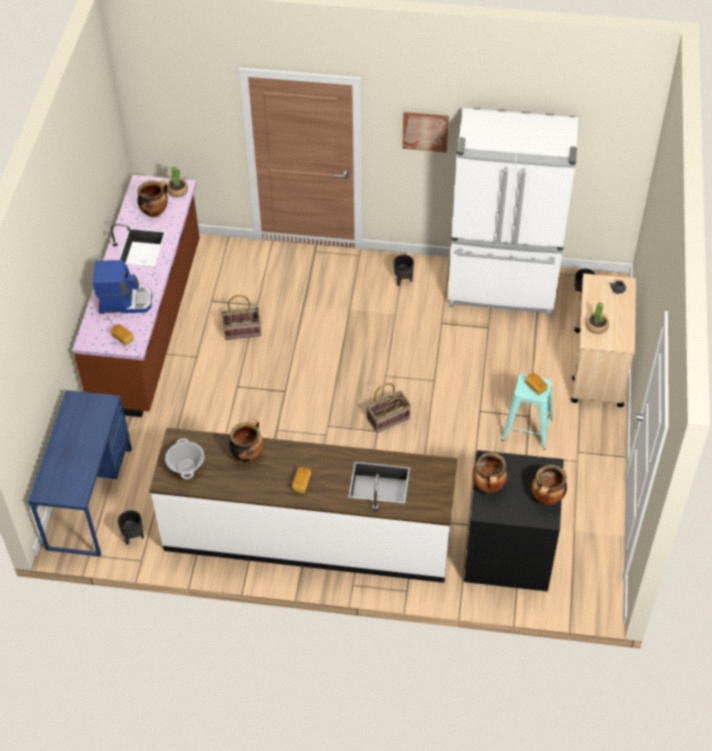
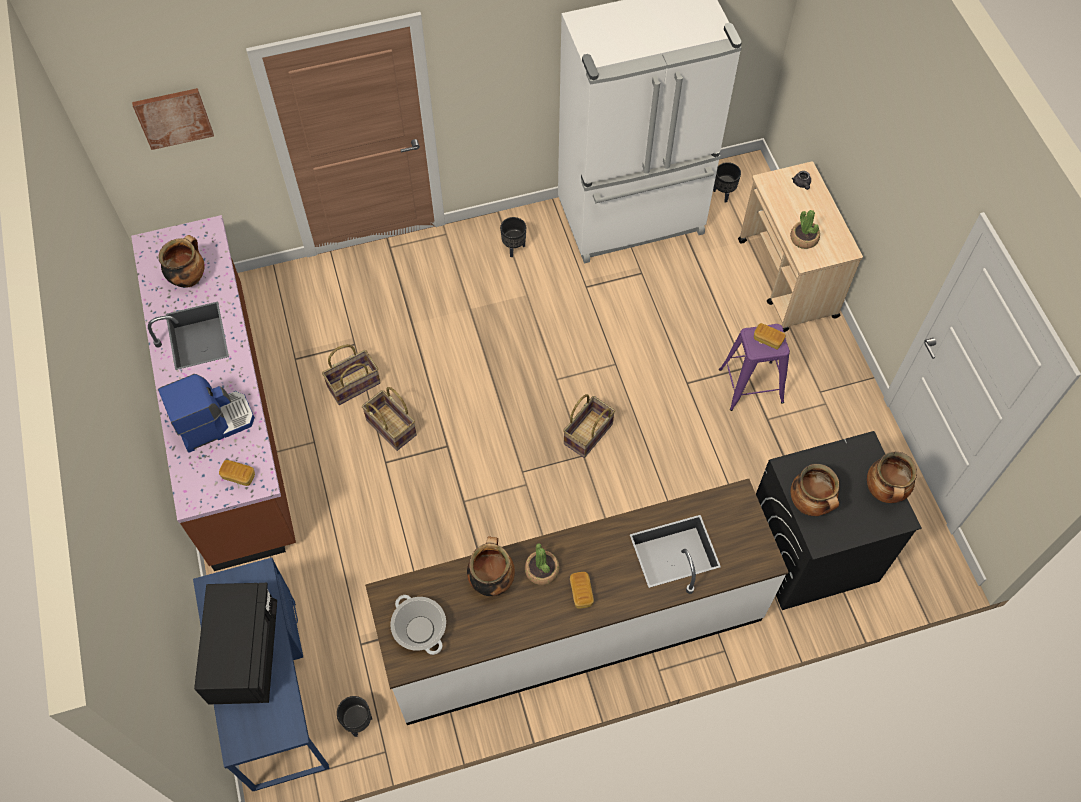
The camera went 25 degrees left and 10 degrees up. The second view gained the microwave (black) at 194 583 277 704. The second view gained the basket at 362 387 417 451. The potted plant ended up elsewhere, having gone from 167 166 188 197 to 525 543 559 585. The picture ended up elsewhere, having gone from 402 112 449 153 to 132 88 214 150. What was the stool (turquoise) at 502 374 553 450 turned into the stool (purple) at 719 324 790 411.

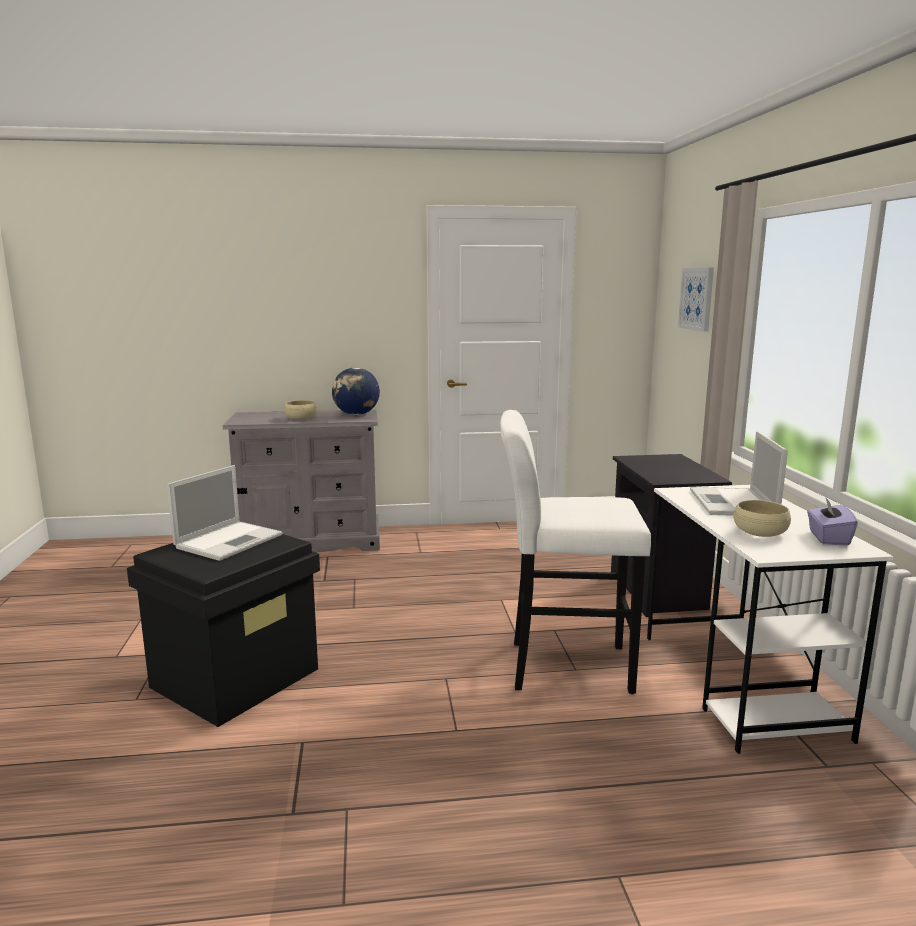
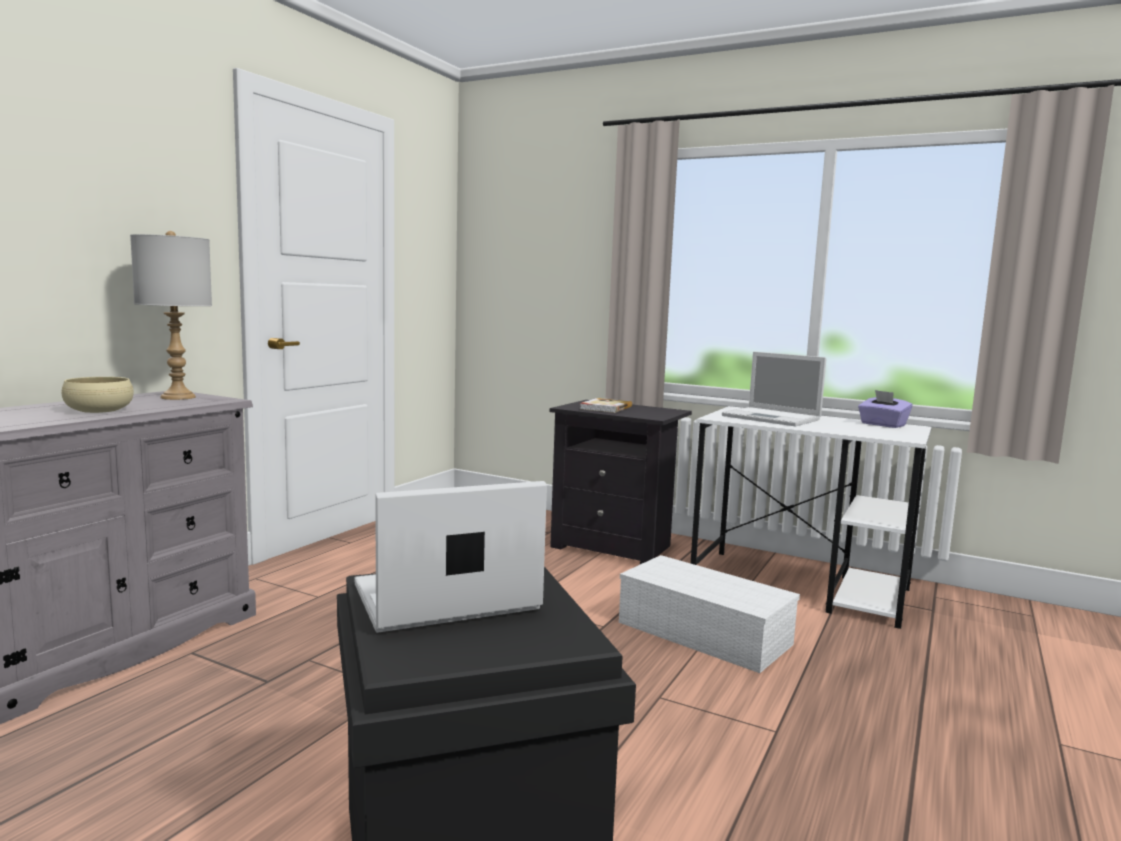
The camera went 55 degrees left and 5 degrees down. The second view lost the picture at 678 268 714 332. The second view lost the bowl (beige) at 733 500 791 537. The second view gained the book at 580 398 632 413. Where the globe stood at 332 368 380 415, the table lamp (grey) came to stand at 130 231 212 400. Where the stool (white) stood at 500 410 651 695, the storage box (white) came to stand at 619 555 800 673. The laptop at 167 465 282 561 ended up facing another way, 90 degrees counterclockwise from before.

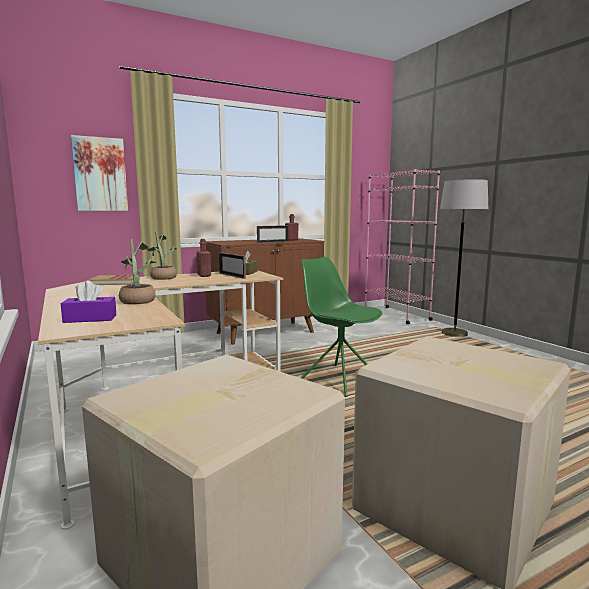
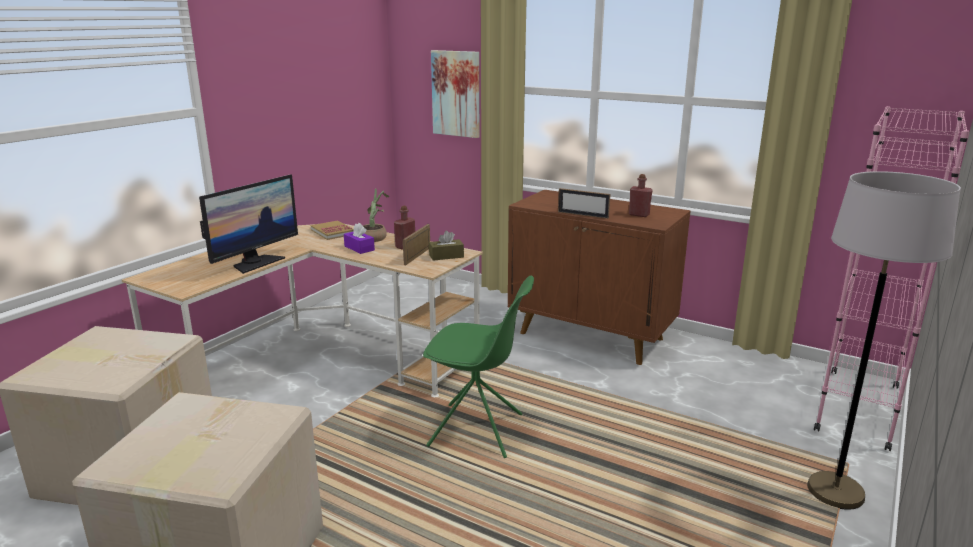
The camera went 60 degrees right and 10 degrees up. The tissue box (purple) ended up elsewhere, having gone from 61 280 116 323 to 344 223 375 254. Where the potted plant stood at 119 239 156 305, the monitor came to stand at 199 174 298 274. The chair (green) at 301 257 382 397 ended up facing another way, 90 degrees clockwise from before.

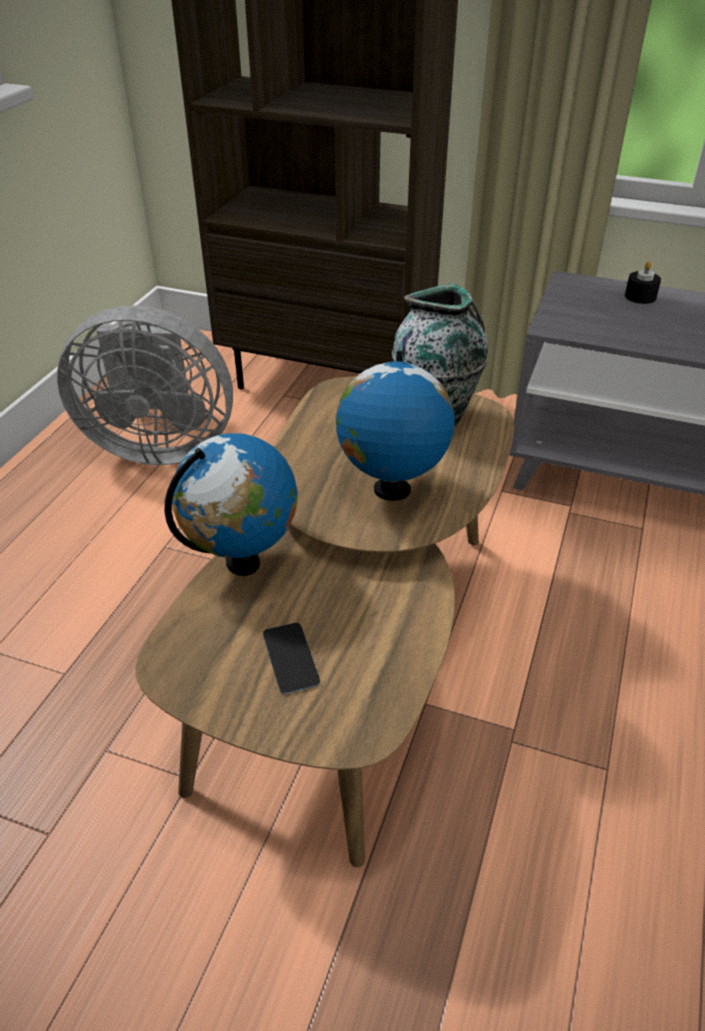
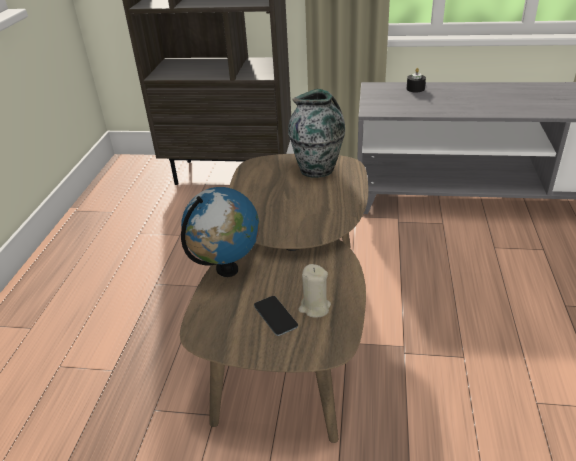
The camera went 10 degrees left and 5 degrees down. The second view lost the fan (grey) at 57 305 233 465. The second view lost the globe at 336 351 455 501. The second view gained the candle (beige) at 299 264 331 318.

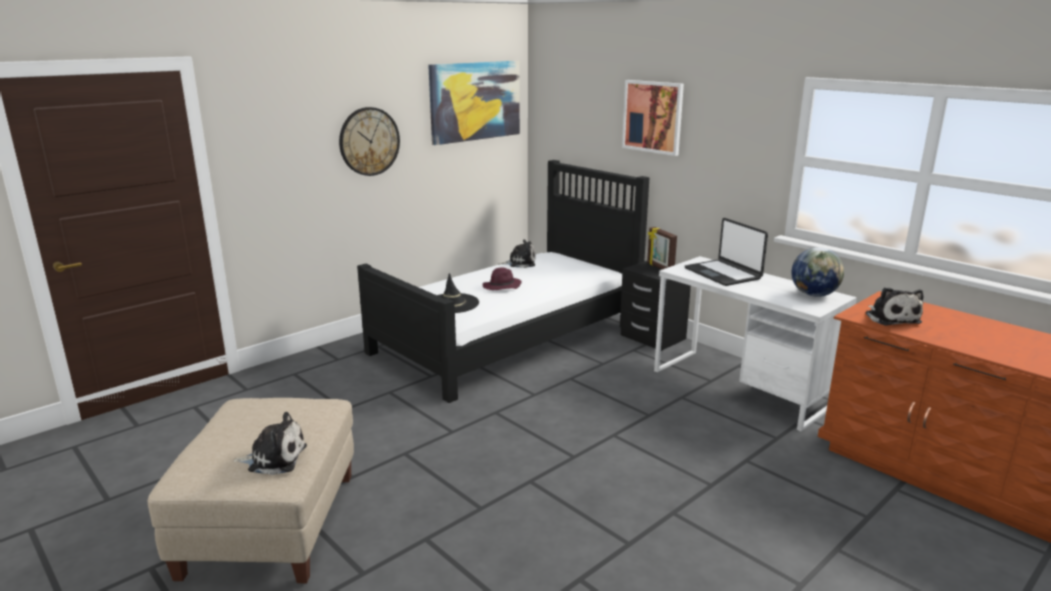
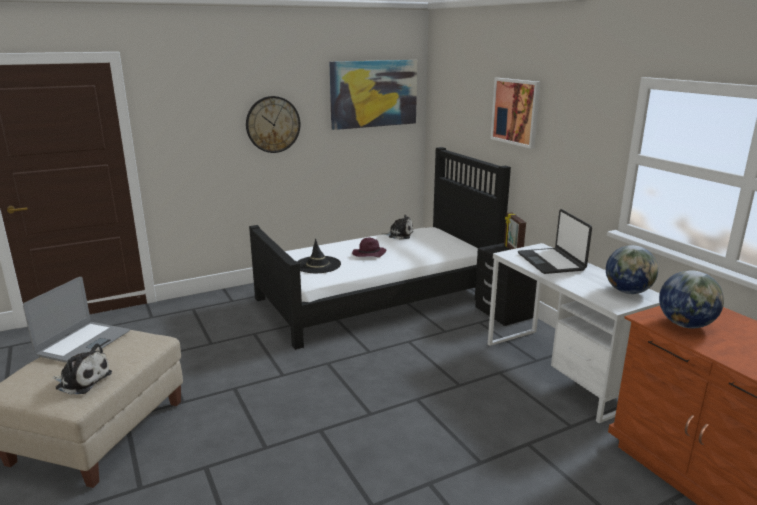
The camera went 15 degrees right and 0 degrees up. The second view gained the laptop at 23 277 130 363. Where the plush toy stood at 866 287 923 326, the globe came to stand at 659 270 724 328.

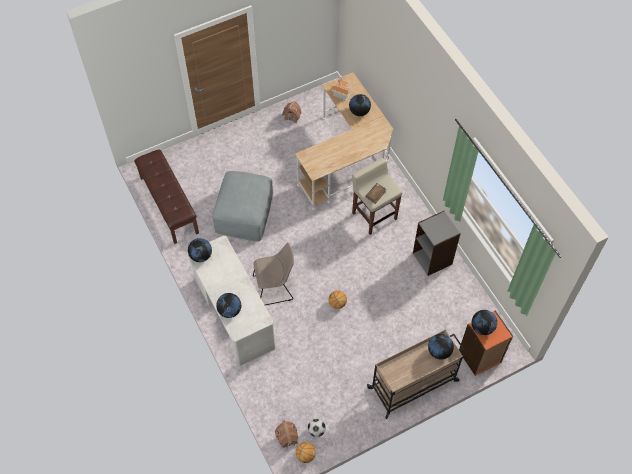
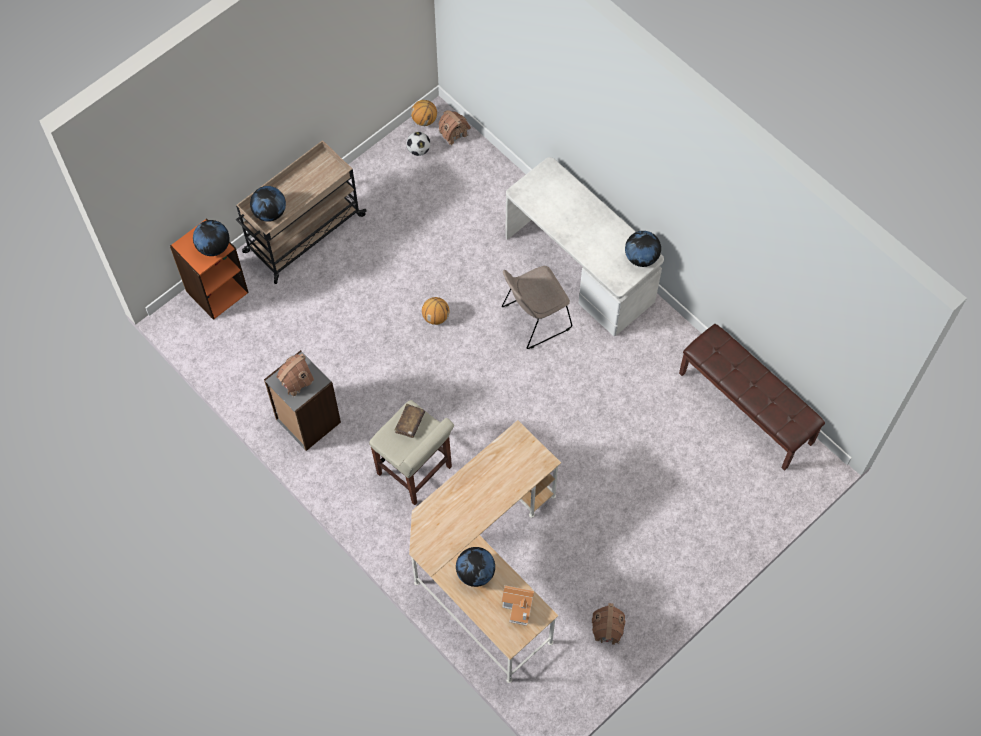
The camera went 165 degrees right and 5 degrees up. The second view lost the ottoman (grey) at 212 171 273 241. The second view lost the globe at 216 293 241 318. The second view gained the toy house at 276 354 314 397.

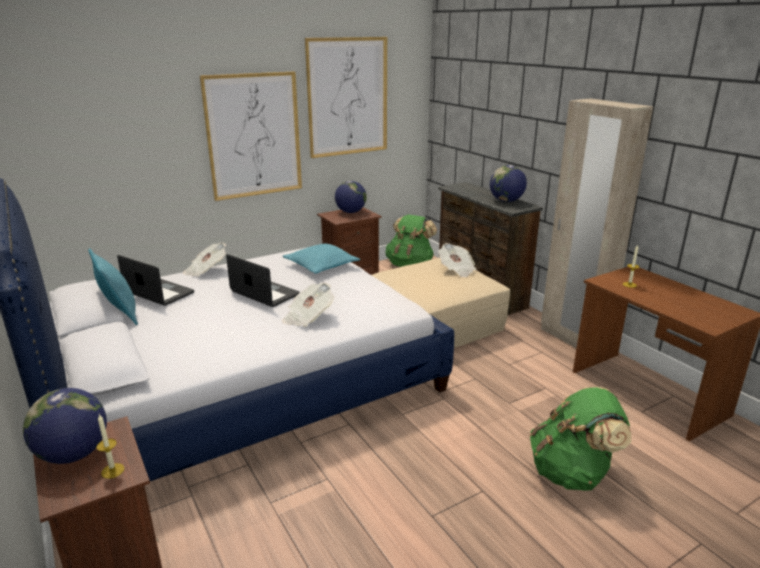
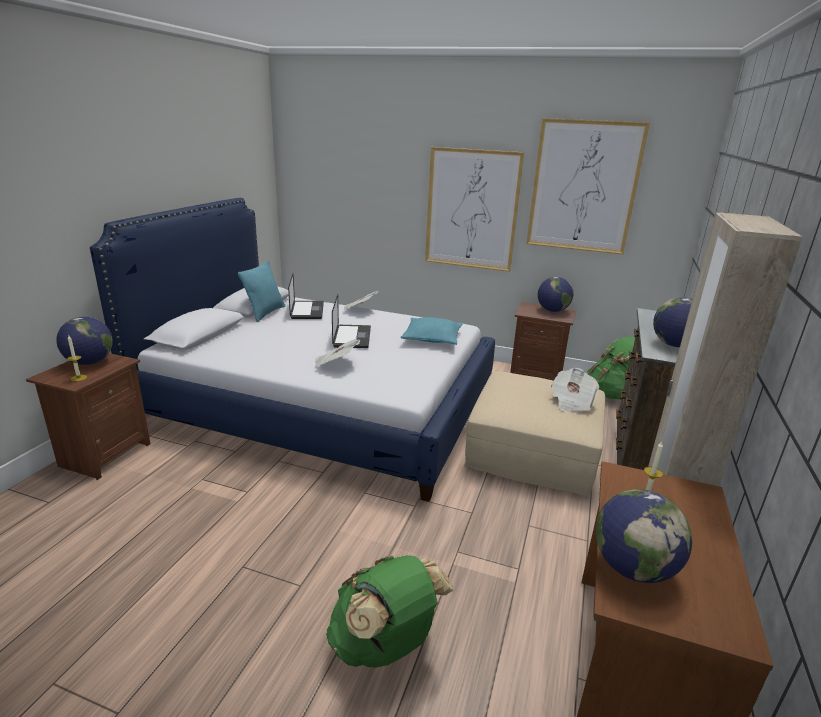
The camera went 50 degrees right and 0 degrees up. The second view gained the globe at 596 489 692 583.

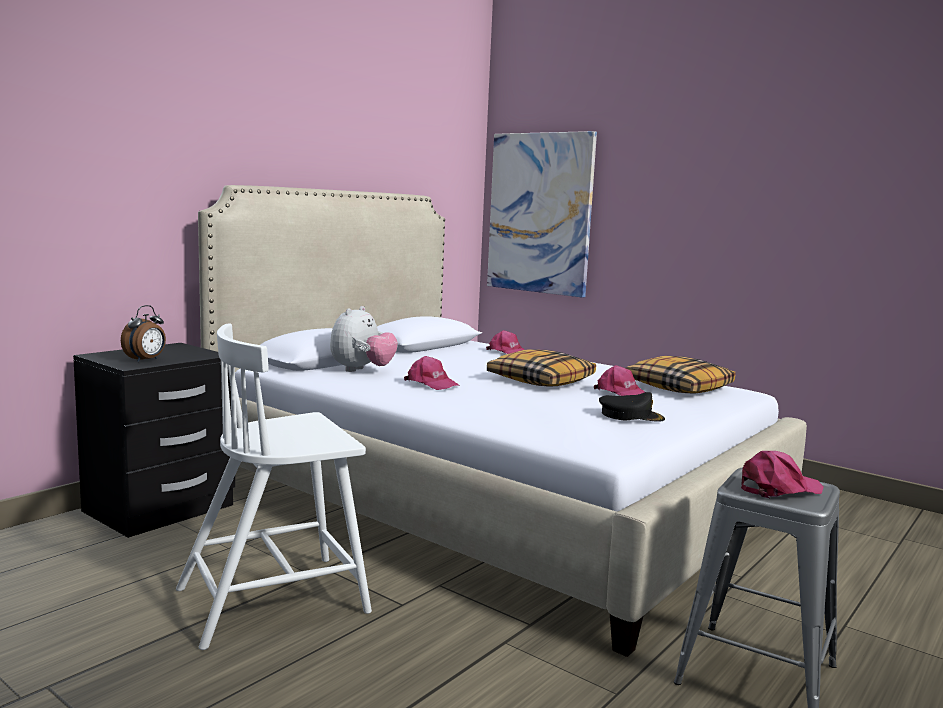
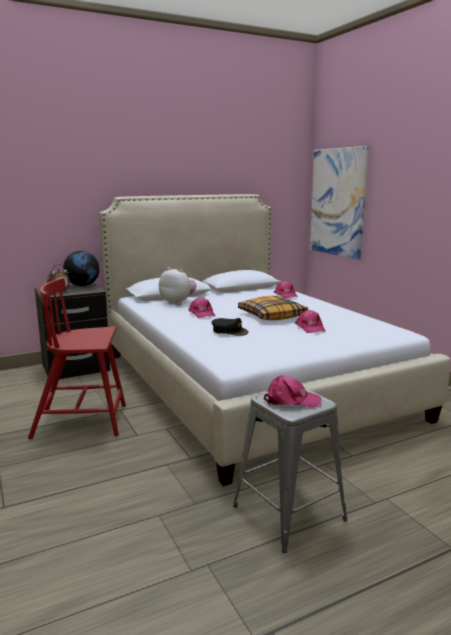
The camera went 25 degrees right and 5 degrees up. The second view lost the pillow at 626 356 735 393. The second view gained the globe at 63 251 100 286. The cap (black) ended up elsewhere, having gone from 599 392 665 422 to 212 318 249 336. What was the chair (white) at 176 324 372 650 turned into the chair (red) at 28 278 126 439. The plush toy at 330 306 398 372 ended up facing another way, 105 degrees counterclockwise from before.

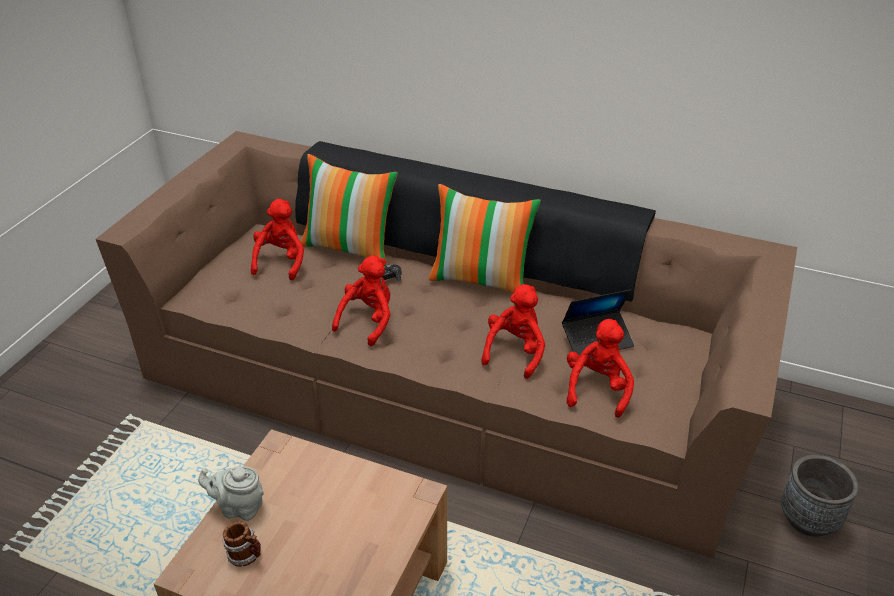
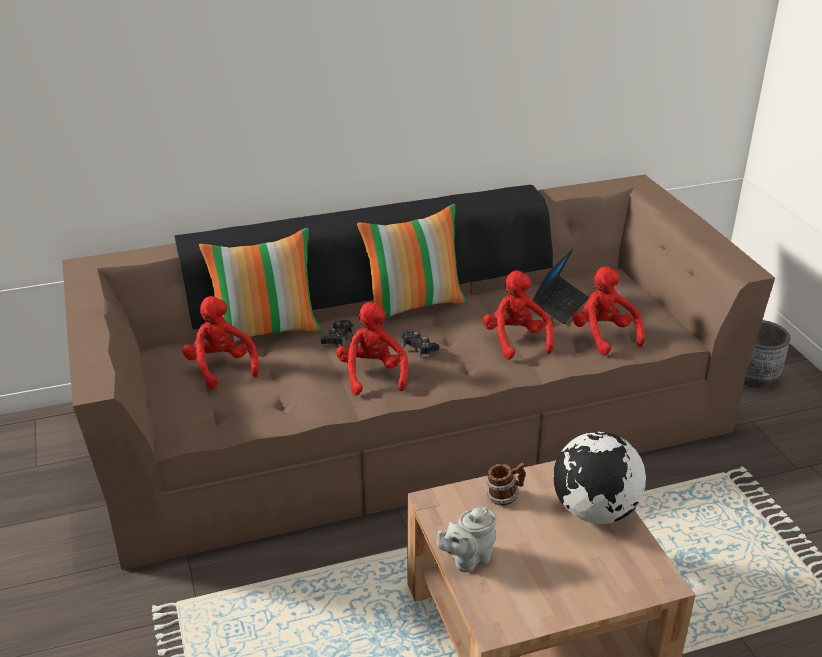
The camera went 40 degrees left and 5 degrees down. The second view gained the game controller (black) at 400 331 439 358. The second view gained the globe at 553 431 646 524. The mug ended up elsewhere, having gone from 223 521 261 567 to 486 463 526 505.

